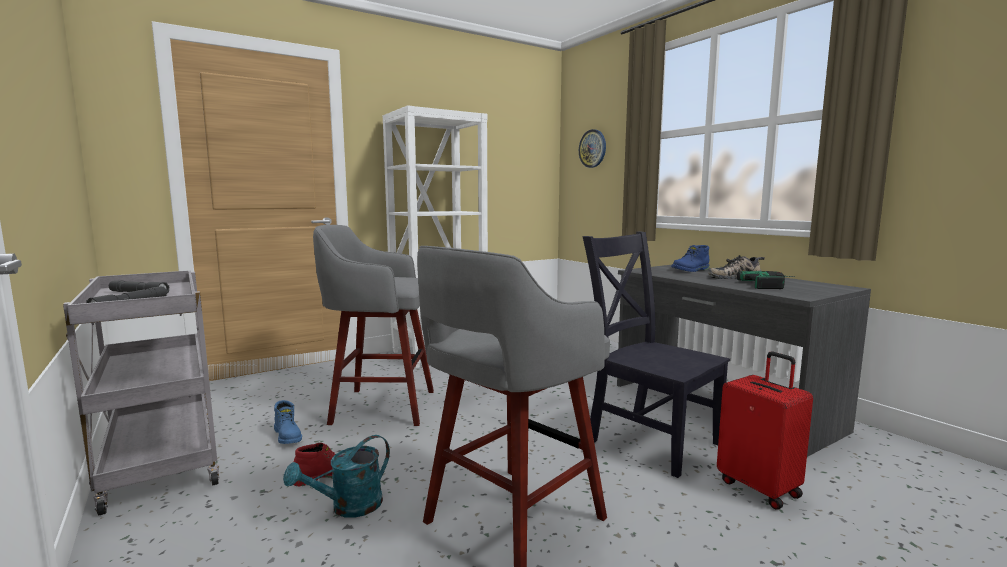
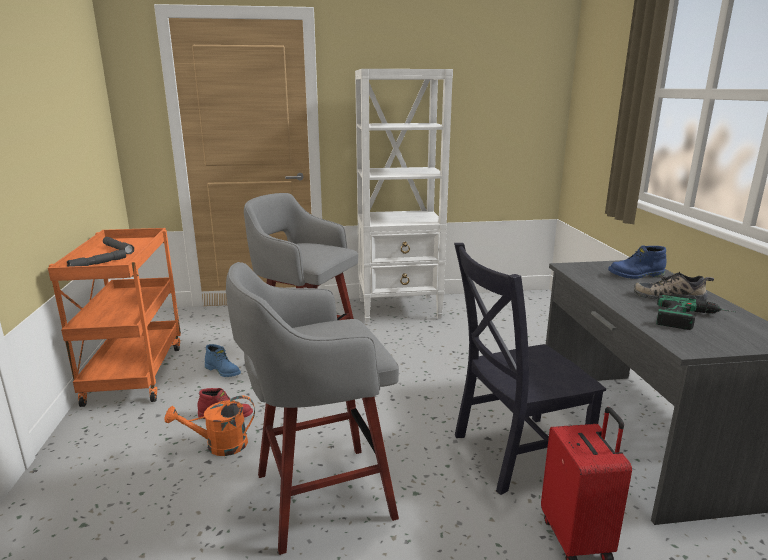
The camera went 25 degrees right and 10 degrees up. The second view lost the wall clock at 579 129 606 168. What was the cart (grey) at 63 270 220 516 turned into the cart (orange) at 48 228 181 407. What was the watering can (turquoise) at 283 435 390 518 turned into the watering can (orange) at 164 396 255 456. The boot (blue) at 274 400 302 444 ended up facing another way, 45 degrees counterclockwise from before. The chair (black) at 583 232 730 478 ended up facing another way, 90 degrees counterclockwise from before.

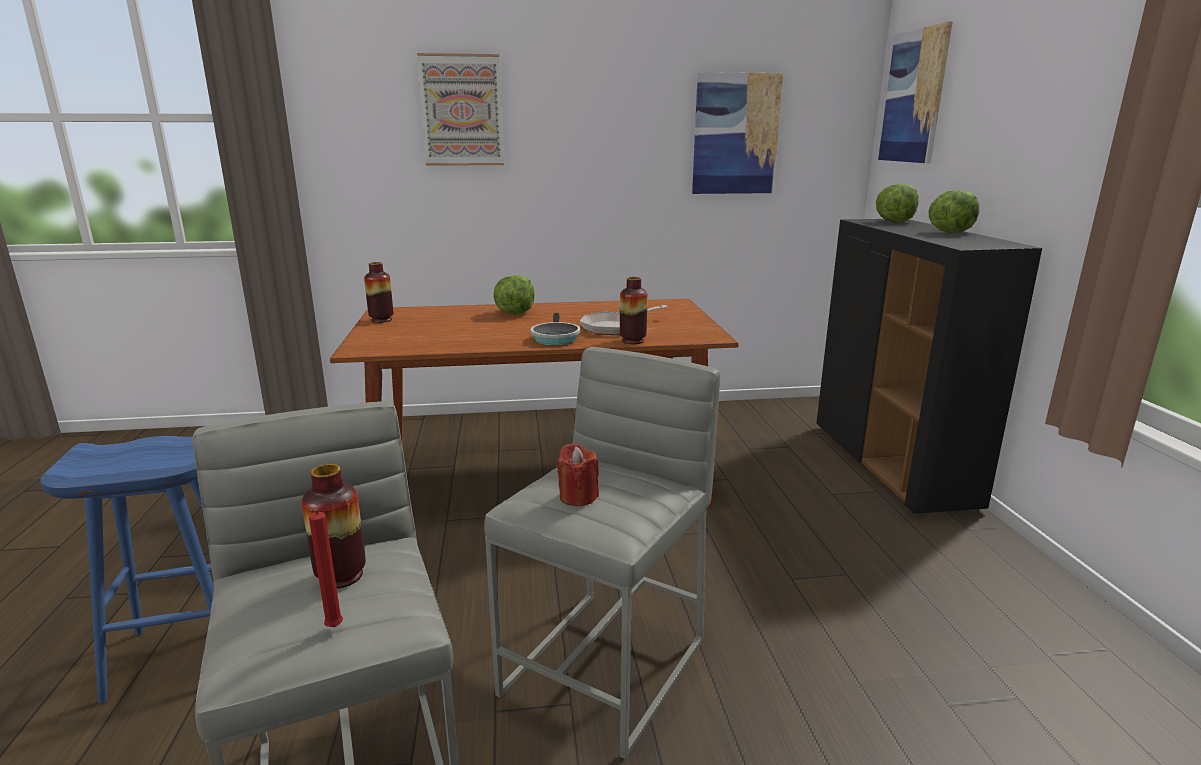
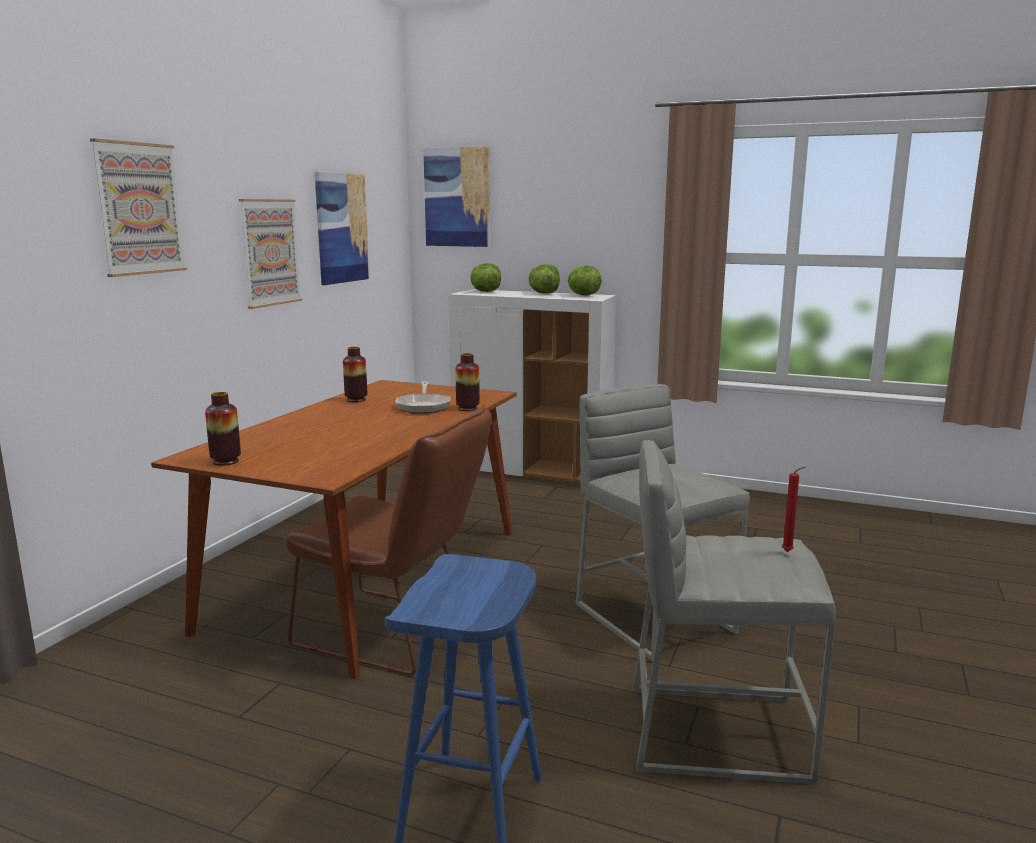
The camera went 60 degrees left and 5 degrees down. The second view lost the frying pan at 530 313 581 345. The second view lost the candle (red) at 557 443 599 506. The second view gained the picture at 239 199 302 309. The second view gained the chair (brown) at 284 405 492 675. The vase ended up elsewhere, having gone from 302 464 366 589 to 343 347 367 402. The lettuce ended up elsewhere, having gone from 493 275 535 314 to 568 265 602 296. What was the cabinet (black) at 817 219 1042 515 turned into the cabinet (white) at 448 289 616 484.

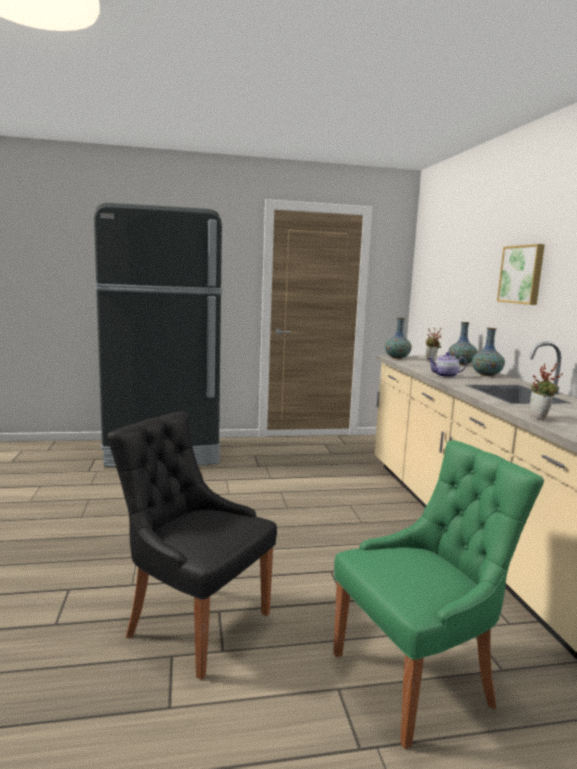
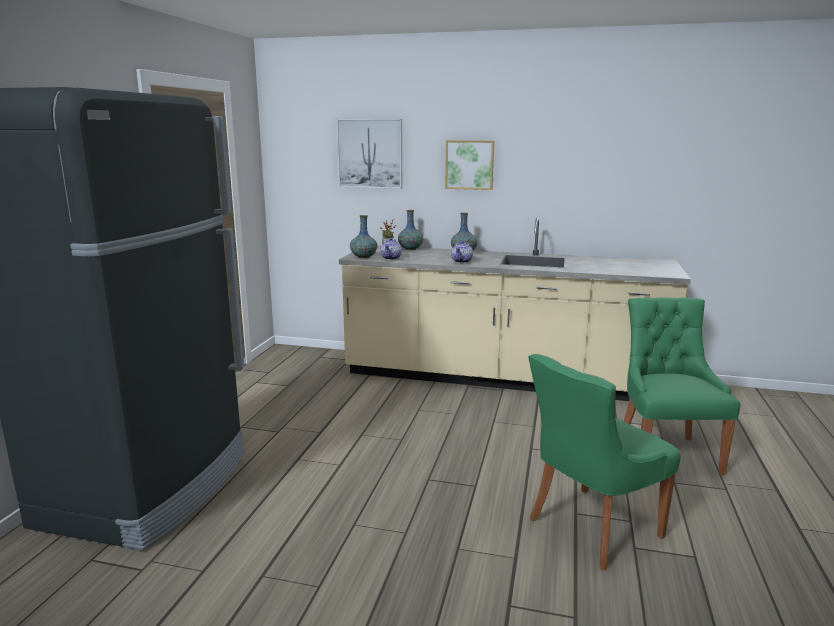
The camera went 65 degrees left and 5 degrees up. The second view lost the potted plant at 530 362 563 420. The second view gained the picture at 336 119 402 189. The second view gained the teapot at 381 238 402 260. What was the chair (black) at 107 411 277 680 turned into the chair (green) at 528 354 681 570.

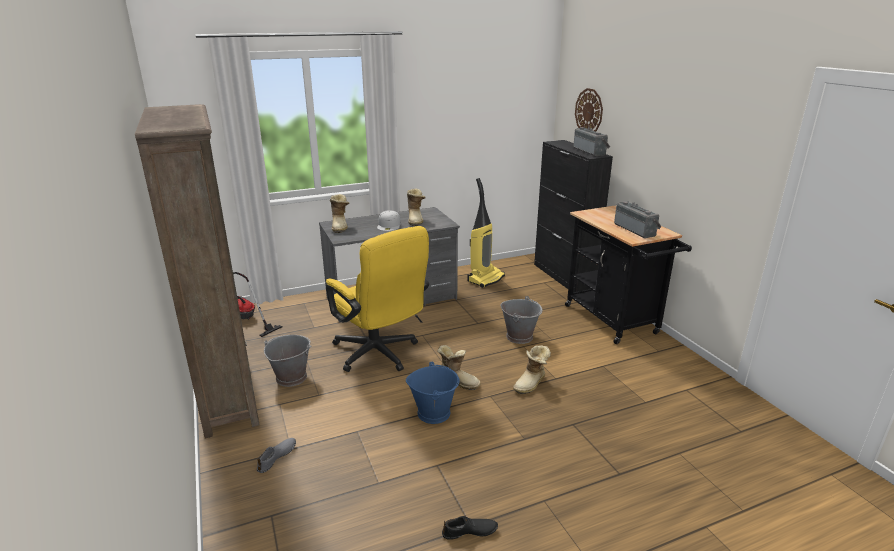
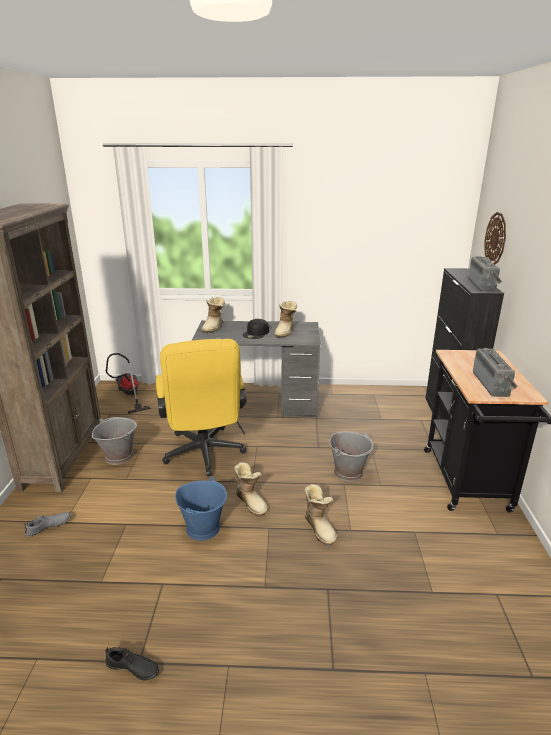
The camera went 25 degrees right and 0 degrees up. The second view lost the vacuum cleaner at 467 178 505 288. What was the cap (white) at 377 210 401 231 turned into the cap (black) at 243 319 269 339. The boot at 513 345 551 394 ended up facing another way, 90 degrees counterclockwise from before.

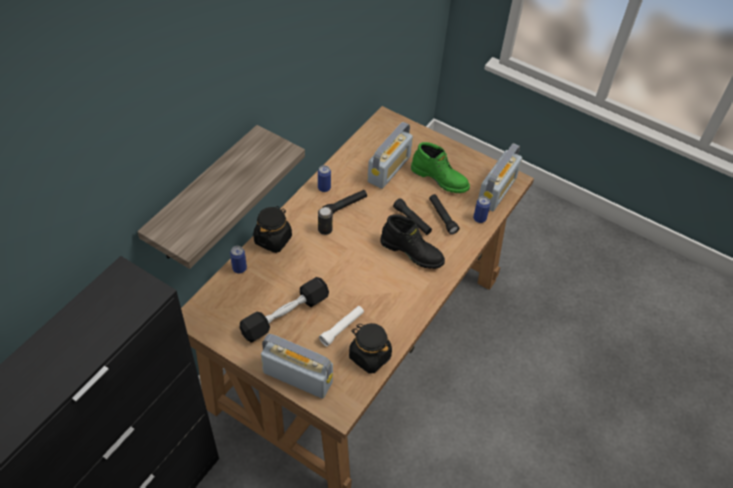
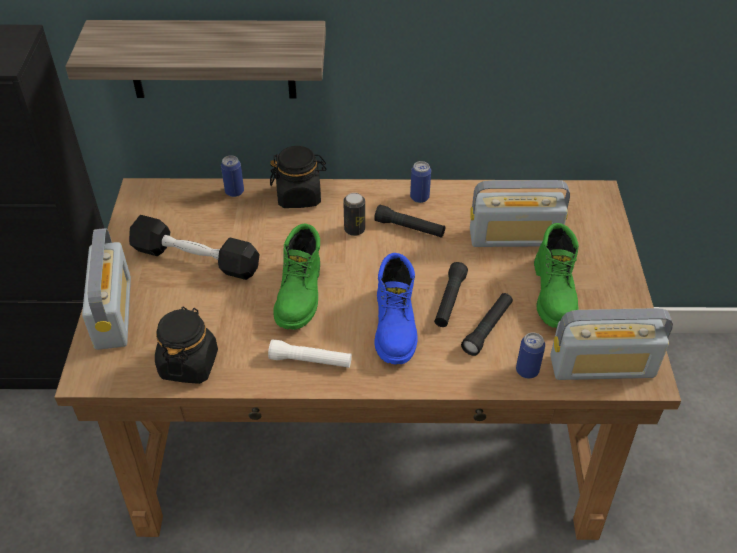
The camera went 60 degrees right and 5 degrees down. The second view gained the boot (green) at 274 224 320 330. The flashlight (white) ended up elsewhere, having gone from 319 306 364 346 to 268 339 352 368. What was the boot (black) at 380 214 445 269 turned into the boot (blue) at 374 253 417 365.

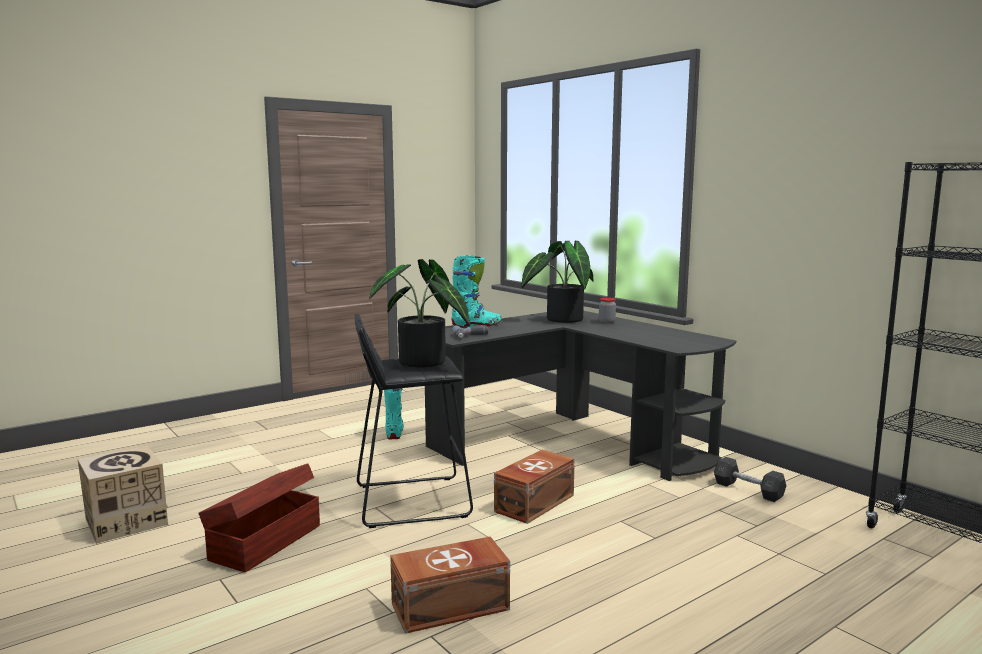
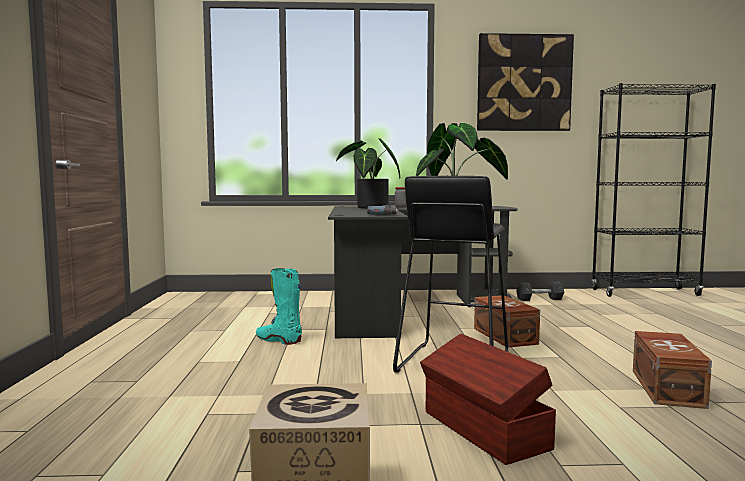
The camera went 55 degrees left and 5 degrees down. The second view lost the boot (turquoise) at 451 255 502 328. The second view gained the picture at 477 33 574 131.

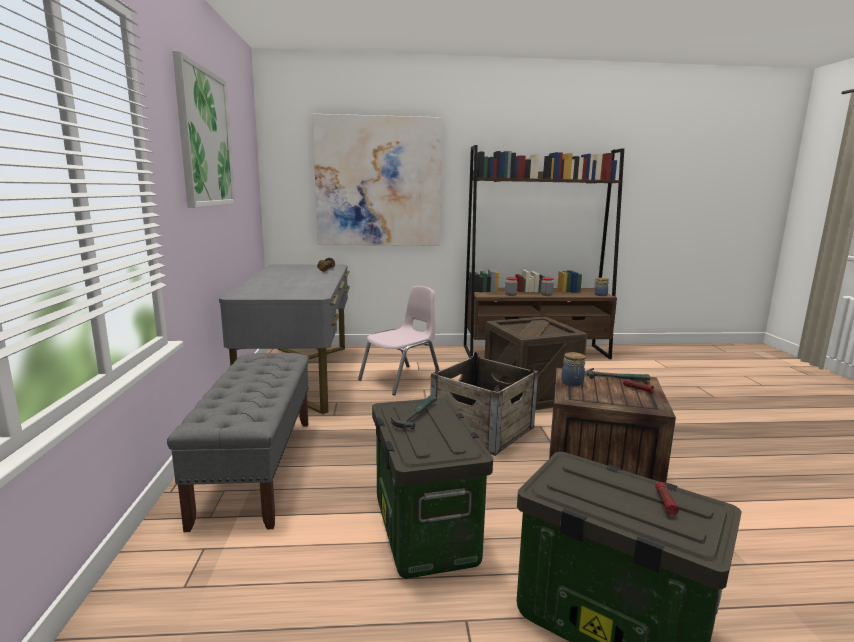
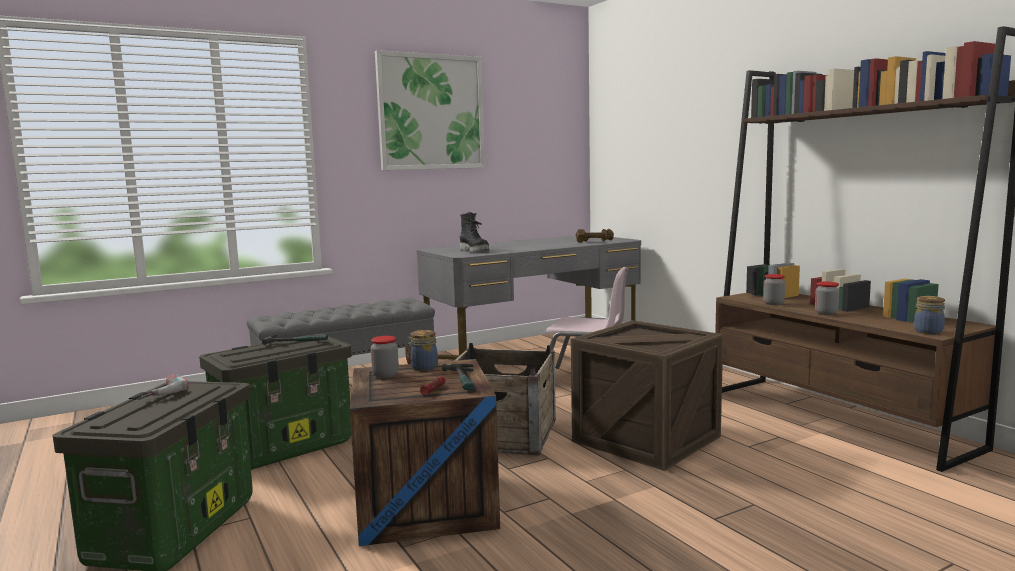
The camera went 65 degrees right and 5 degrees down. The second view lost the picture at 313 114 442 246. The second view lost the flashlight at 655 482 679 515. The second view gained the power drill at 138 375 189 400. The second view gained the jar at 371 336 399 378. The second view gained the boot (black) at 460 212 489 252.

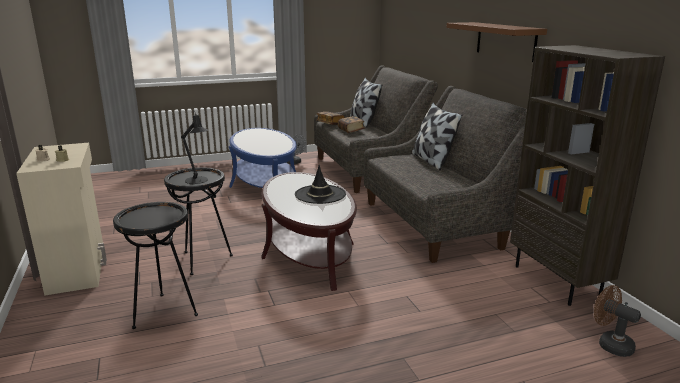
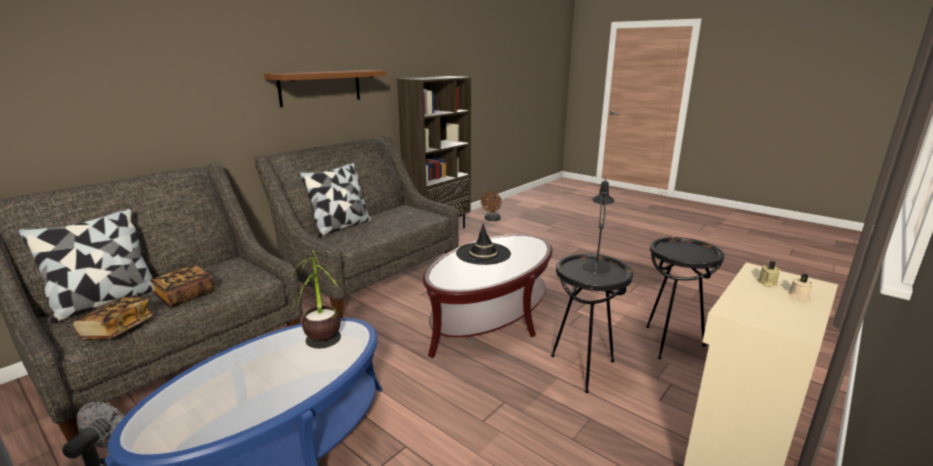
The camera went 120 degrees left and 0 degrees up. The second view gained the potted plant at 288 251 341 349.

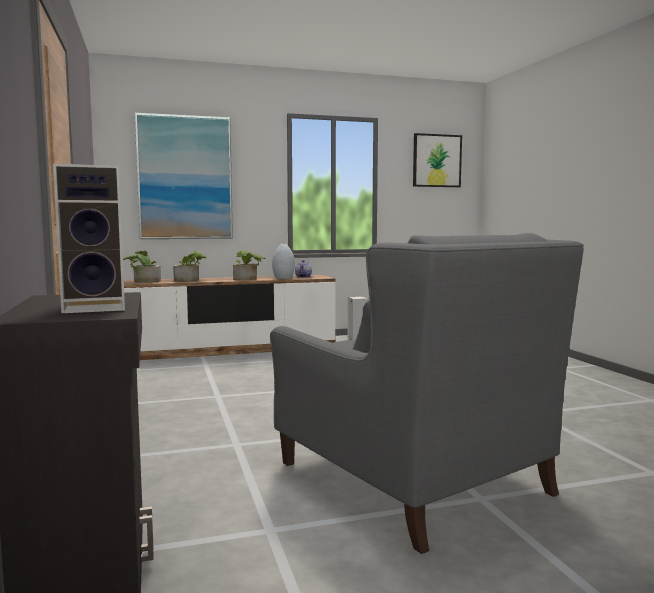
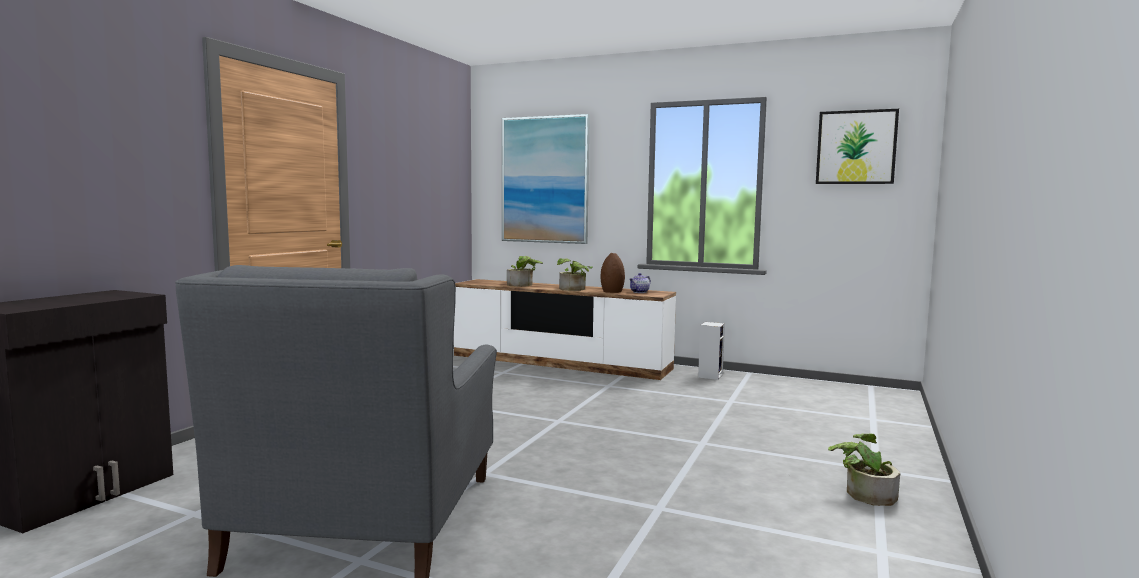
The camera went 40 degrees right and 0 degrees up. The second view lost the speaker at 53 163 125 313. The potted plant ended up elsewhere, having gone from 123 251 161 283 to 828 433 900 506. What was the vase (grey) at 272 244 295 279 turned into the vase (brown) at 601 253 625 293.

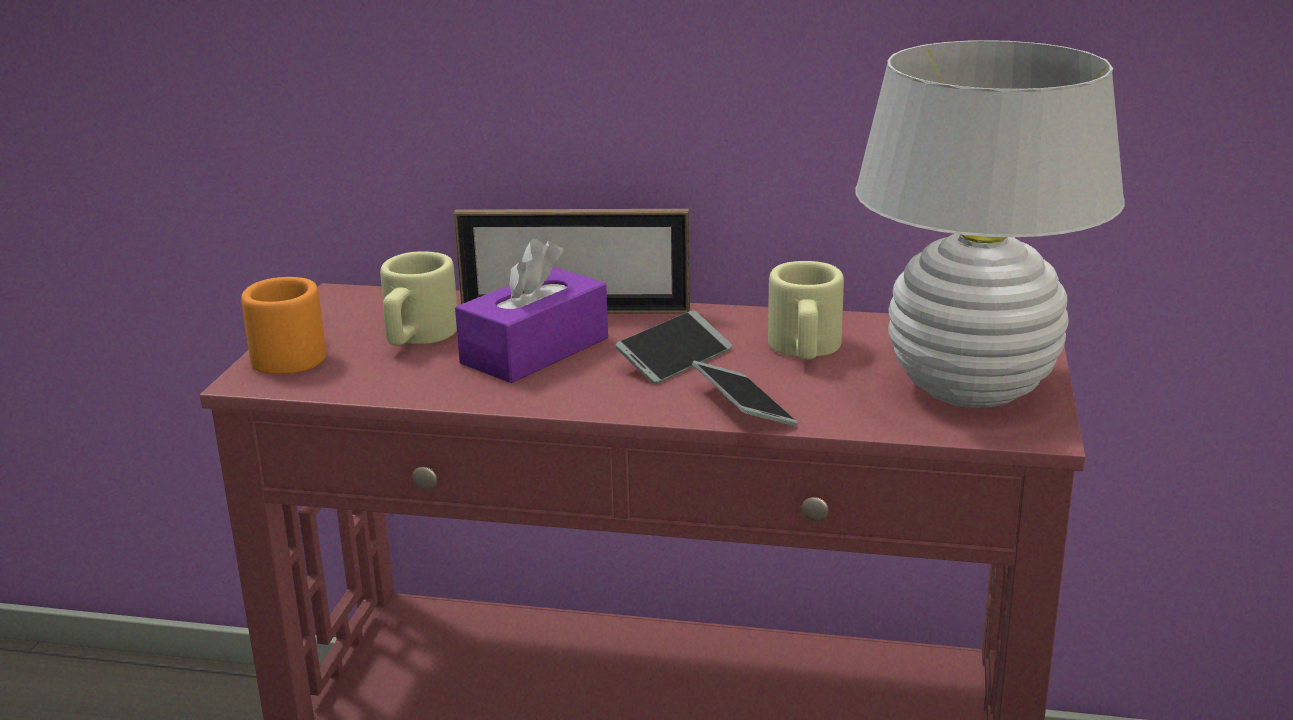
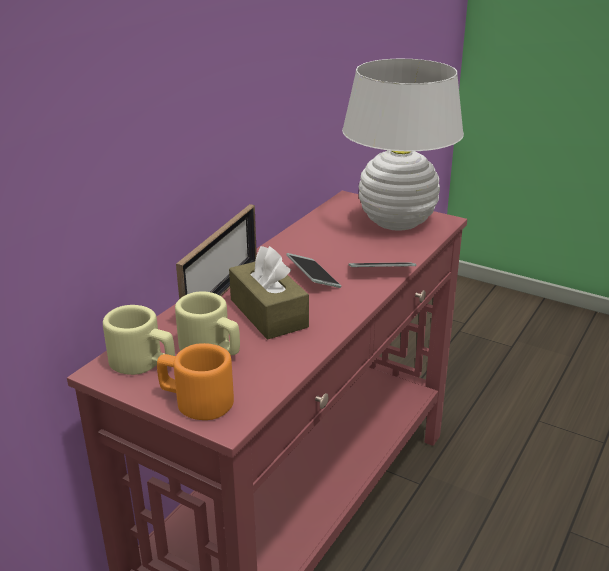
The camera went 70 degrees left and 5 degrees up. The mug (beige) ended up elsewhere, having gone from 768 261 844 360 to 103 305 175 375. What was the tissue box (purple) at 455 239 608 383 turned into the tissue box (brown) at 229 246 309 340.

